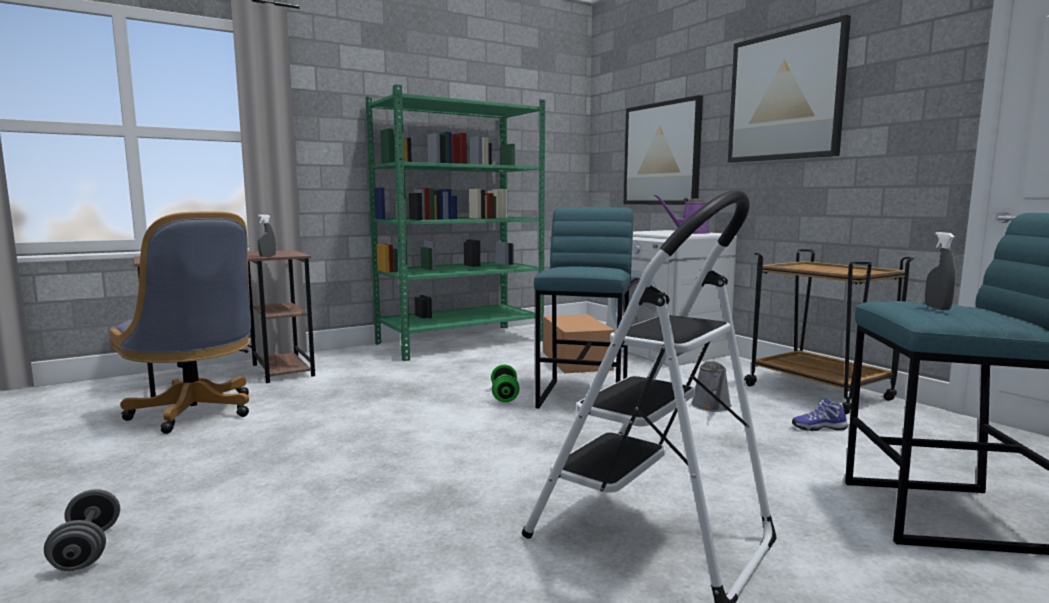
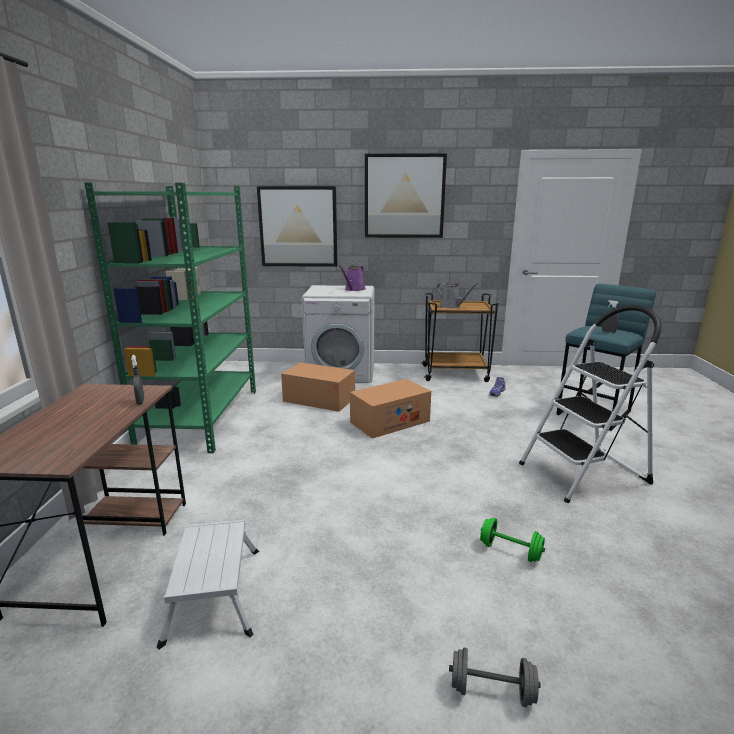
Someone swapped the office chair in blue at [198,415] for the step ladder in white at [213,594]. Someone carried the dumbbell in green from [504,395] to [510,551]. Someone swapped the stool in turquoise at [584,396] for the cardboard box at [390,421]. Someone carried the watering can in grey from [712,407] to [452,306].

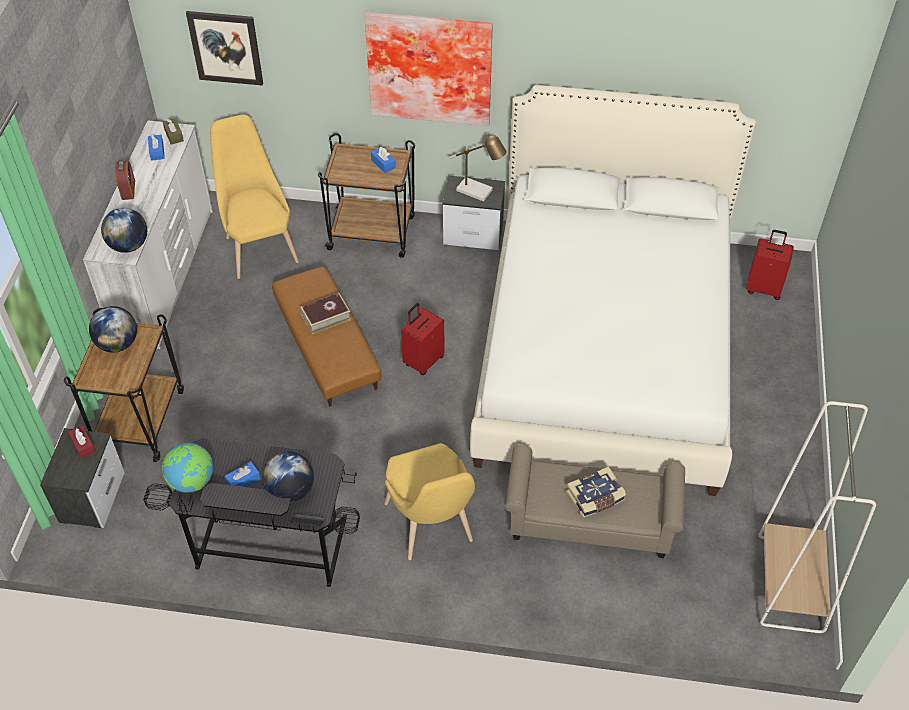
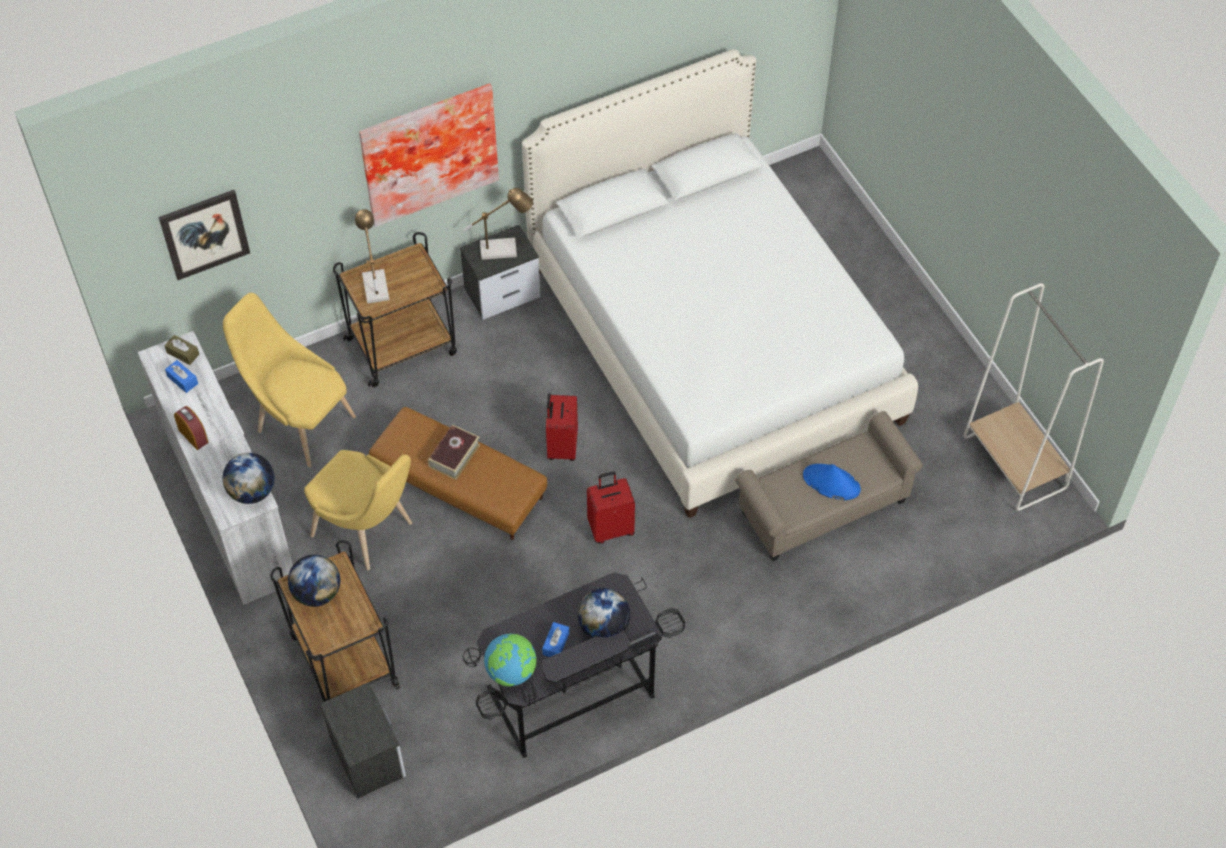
Someone took away the tissue box in red at [83,445]. Someone took away the tissue box in blue at [383,164]. Someone carried the chair in yellow from [432,527] to [368,532]. Someone swapped the book at [595,498] for the hat in blue at [831,482]. Someone carried the suitcase in red from [764,288] to [611,528]. Someone put down the table lamp at [374,283].

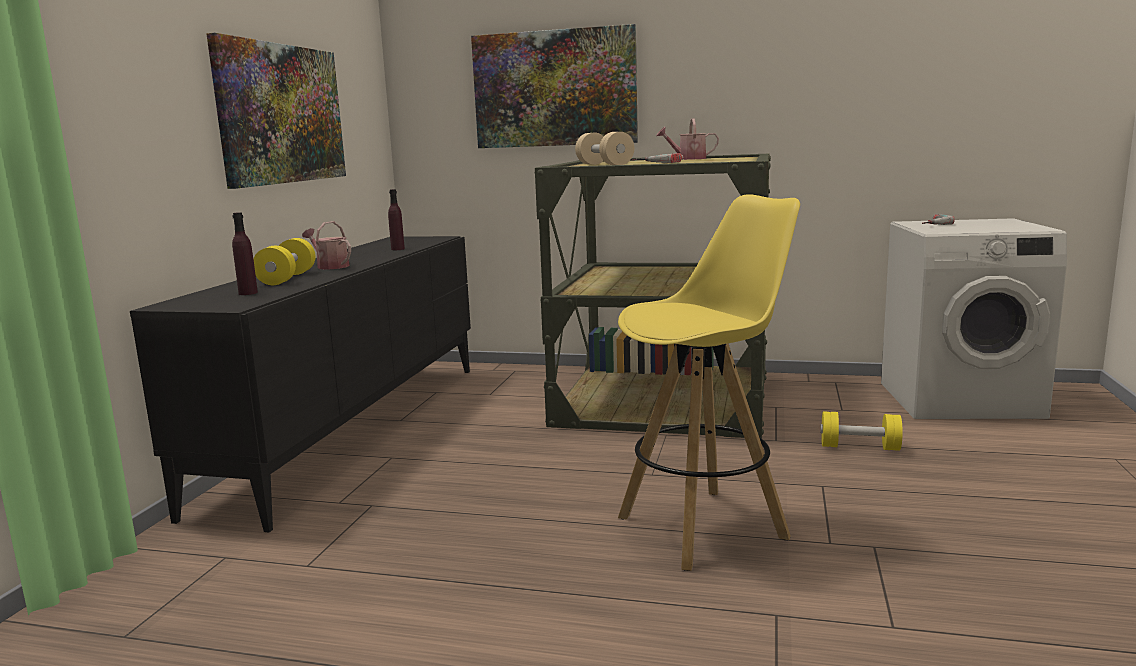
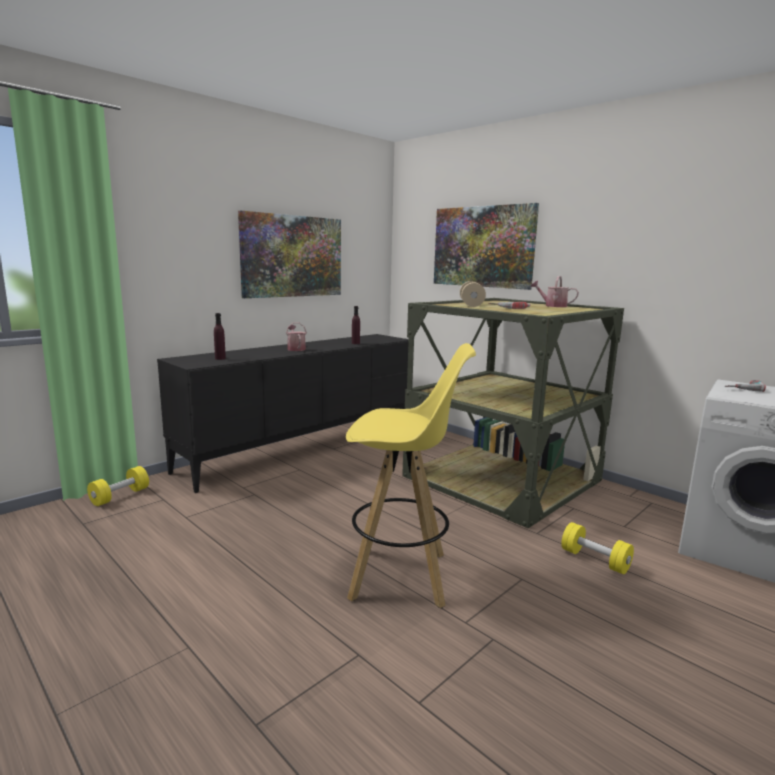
Someone carried the dumbbell in yellow from [287,278] to [120,496].

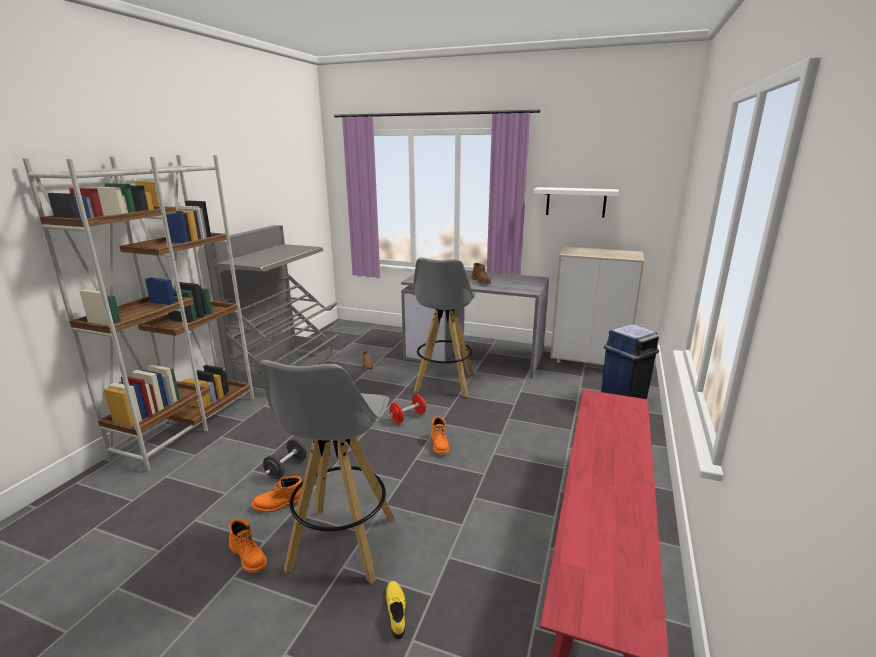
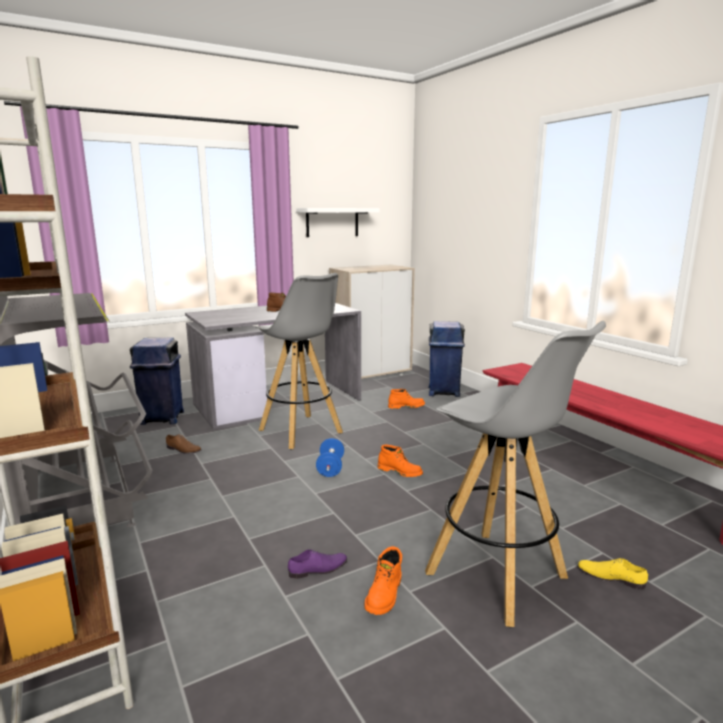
Someone carried the boot in orange from [249,556] to [406,406]. Someone swapped the dumbbell in black at [286,468] for the shoe in purple at [318,569]. Someone repainted the dumbbell in red at [408,417], which became the dumbbell in blue at [330,468]. Someone put down the trash can in blue at [162,418].

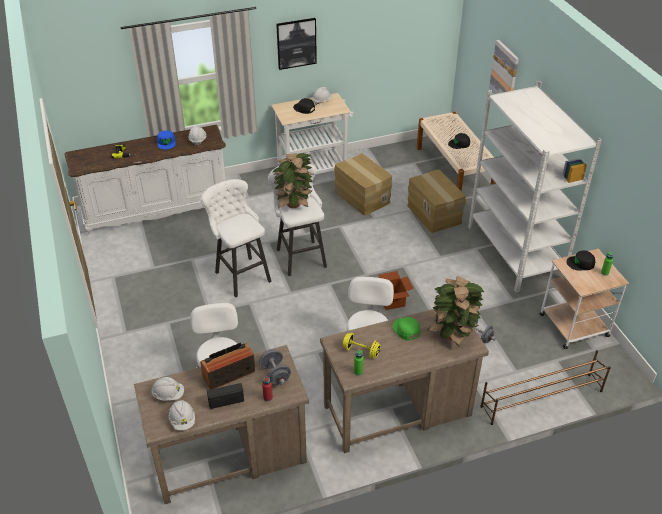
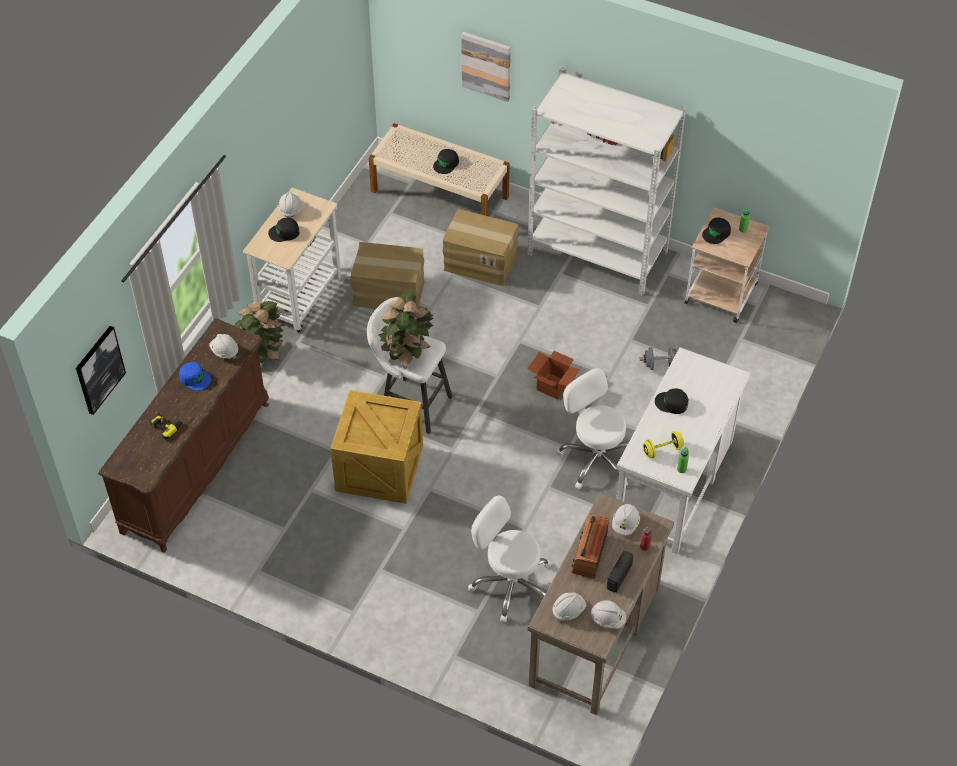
Someone repainted the cabinet in white at [157,212], which became the cabinet in brown at [198,467]. Someone swapped the stool in white at [240,273] for the crate at [378,466]. Someone swapped the dumbbell in grey at [275,375] for the hard hat in white at [625,524]. Someone carried the picture from [296,43] to [99,369]. Someone repainted the desk in brown at [397,411], which became the desk in white at [674,484]. Someone repainted the cap in green at [406,329], which became the cap in black at [672,403]. Someone carried the potted plant from [452,335] to [263,355]. Someone took away the shoe rack in brown at [541,398].

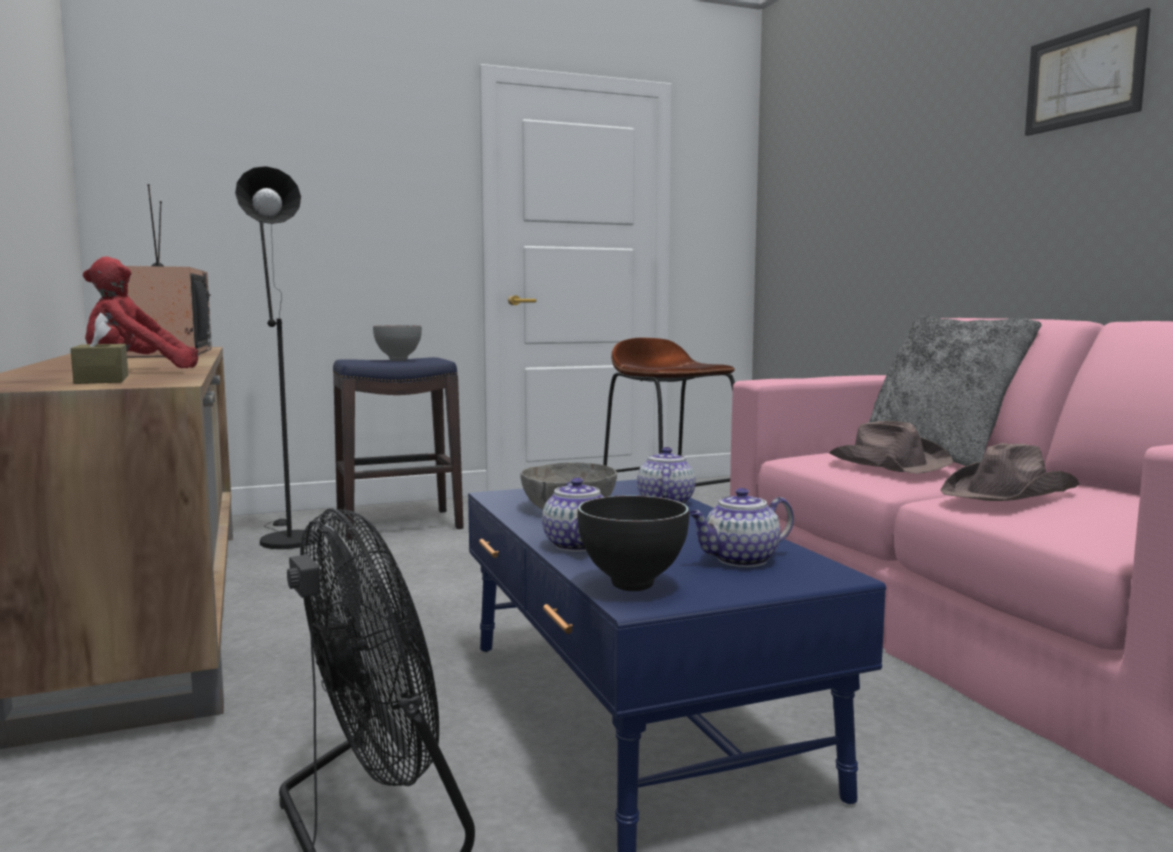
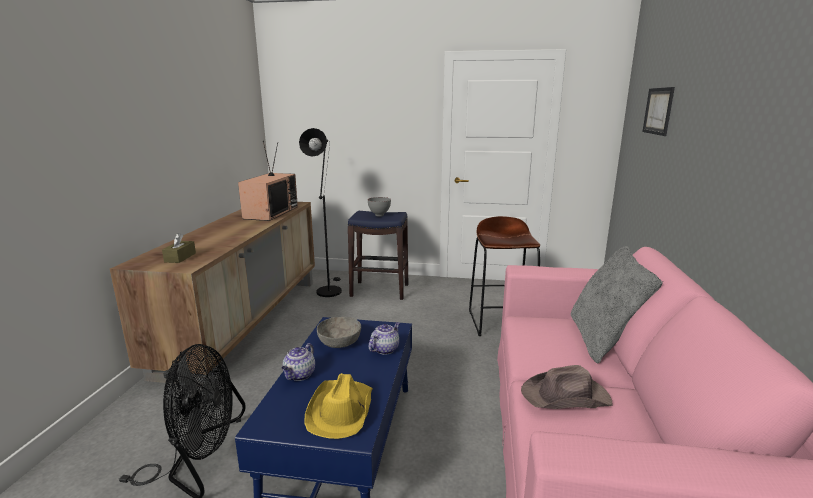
Someone took away the plush toy in red at [137,370]. Someone took away the bowl in black at [635,585]. Someone swapped the teapot at [740,560] for the hat in yellow at [341,410]. Someone took away the hat in brown at [888,463]. Someone carried the picture from [1084,76] to [658,111].

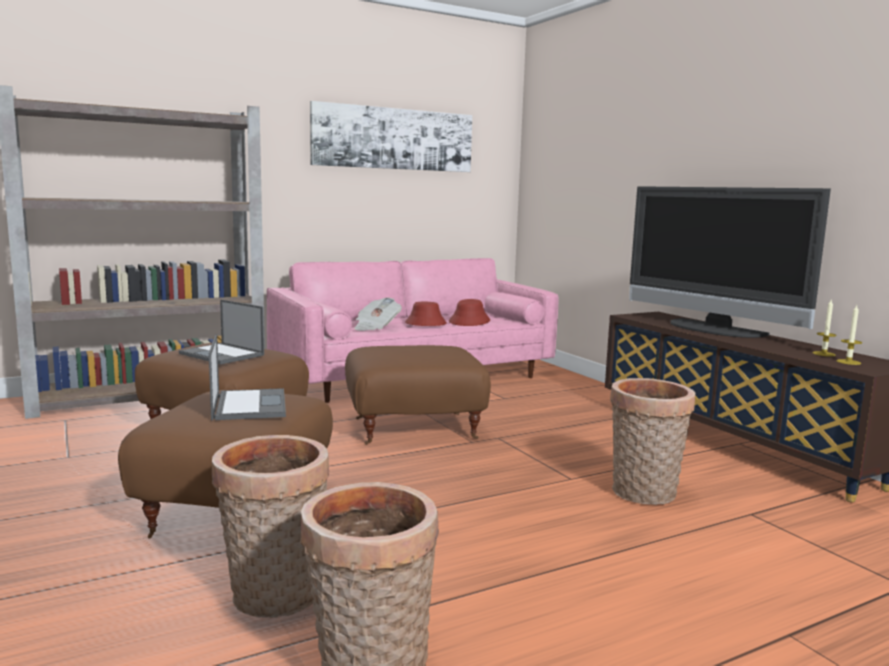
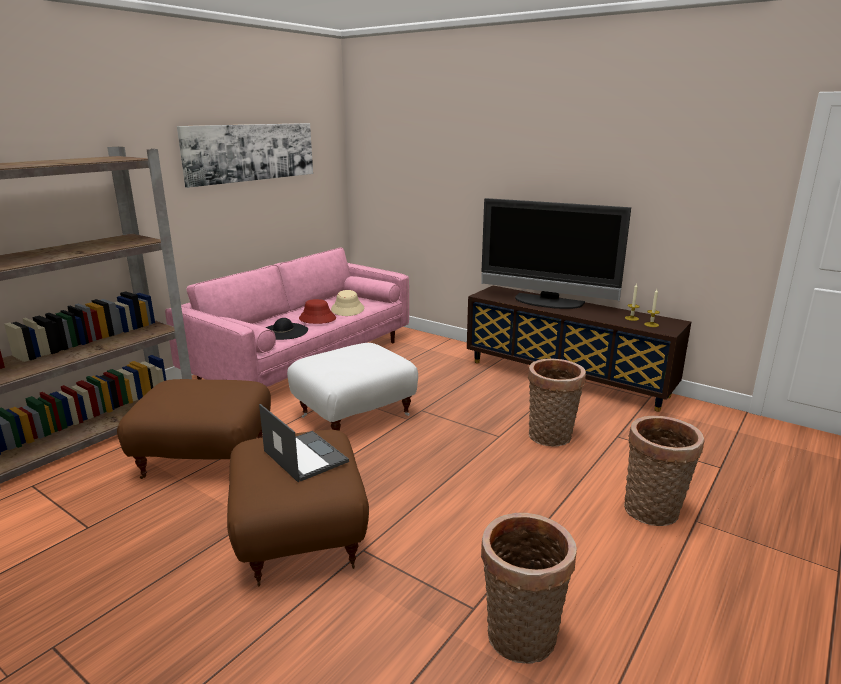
Someone took away the laptop at [222,354]. Someone carried the basket from [274,598] to [653,513]. Someone repainted the ottoman in brown at [414,428], which became the ottoman in white at [354,415]. Someone swapped the newspaper at [376,327] for the hat in black at [283,332]. Someone repainted the hat in red at [469,321], which became the hat in beige at [347,309].

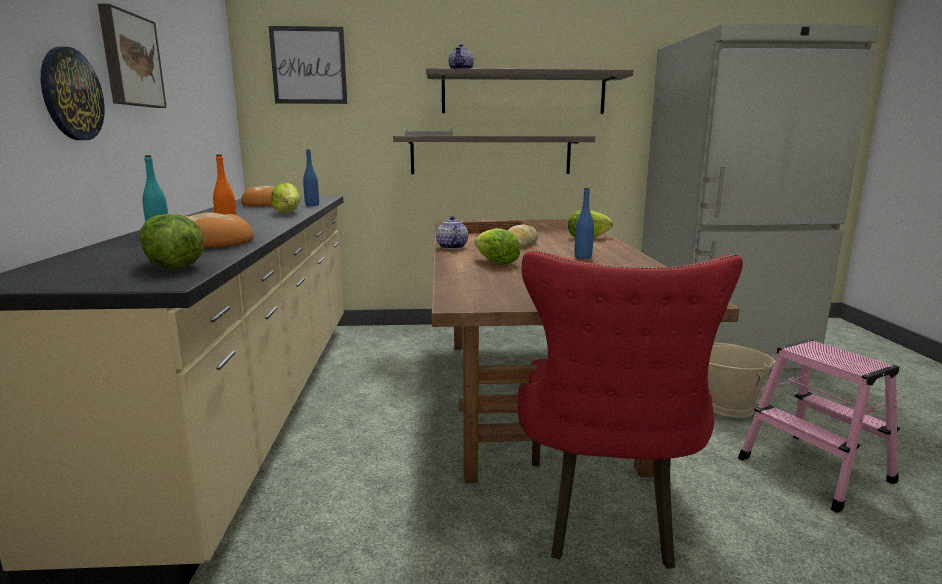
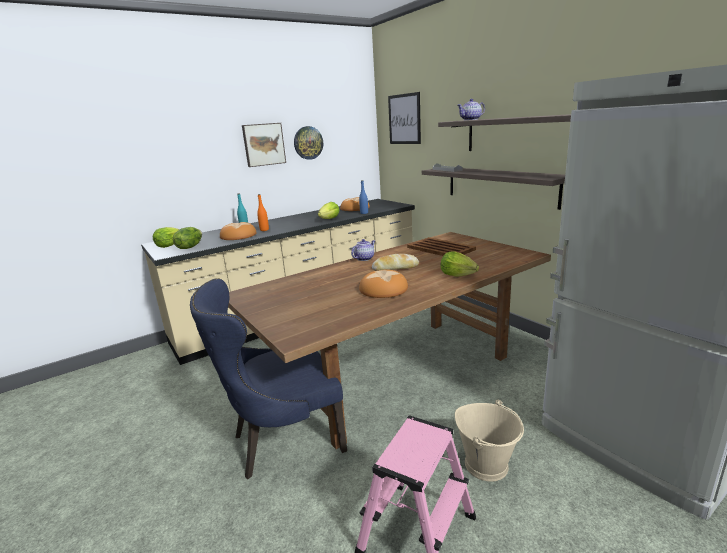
Someone carried the wall clock from [71,94] to [308,143]. Someone carried the lettuce from [495,263] to [169,245]. Someone repainted the chair in red at [604,513], which became the chair in blue at [283,441]. Someone swapped the bottle in blue at [583,257] for the bread at [383,289].

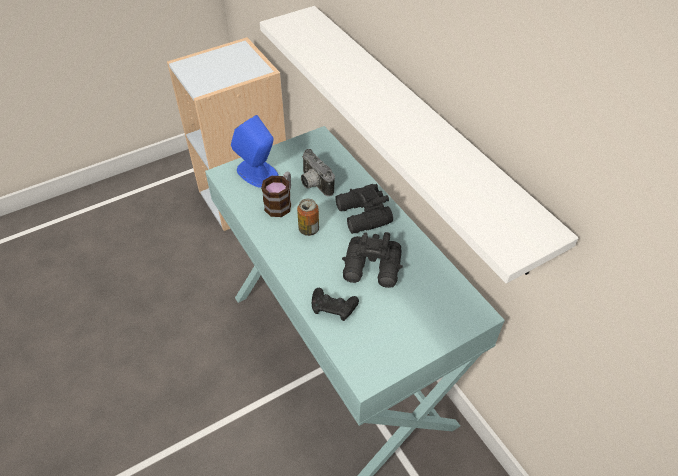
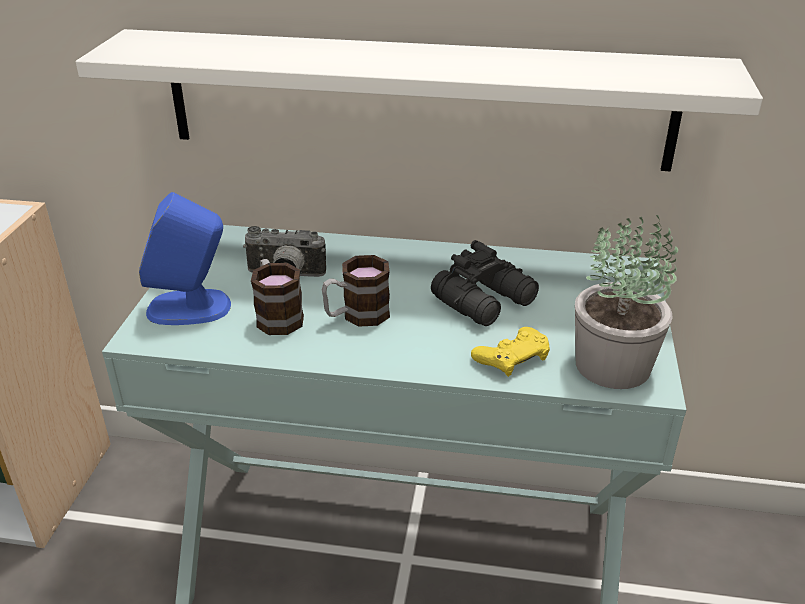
Someone swapped the can at [309,229] for the mug at [357,315]. Someone repainted the game controller in black at [333,307], which became the game controller in yellow at [512,358]. Someone took away the binoculars in black at [362,216]. Someone put down the potted plant at [614,365].

